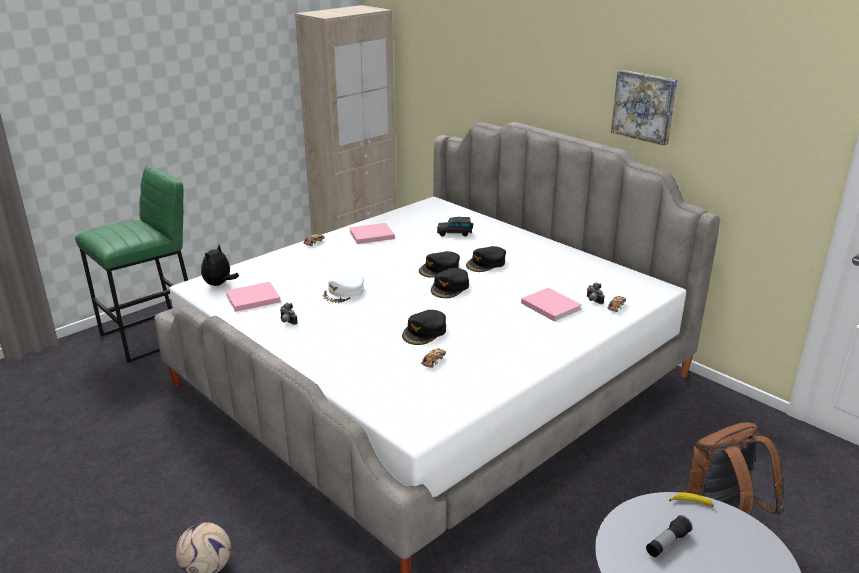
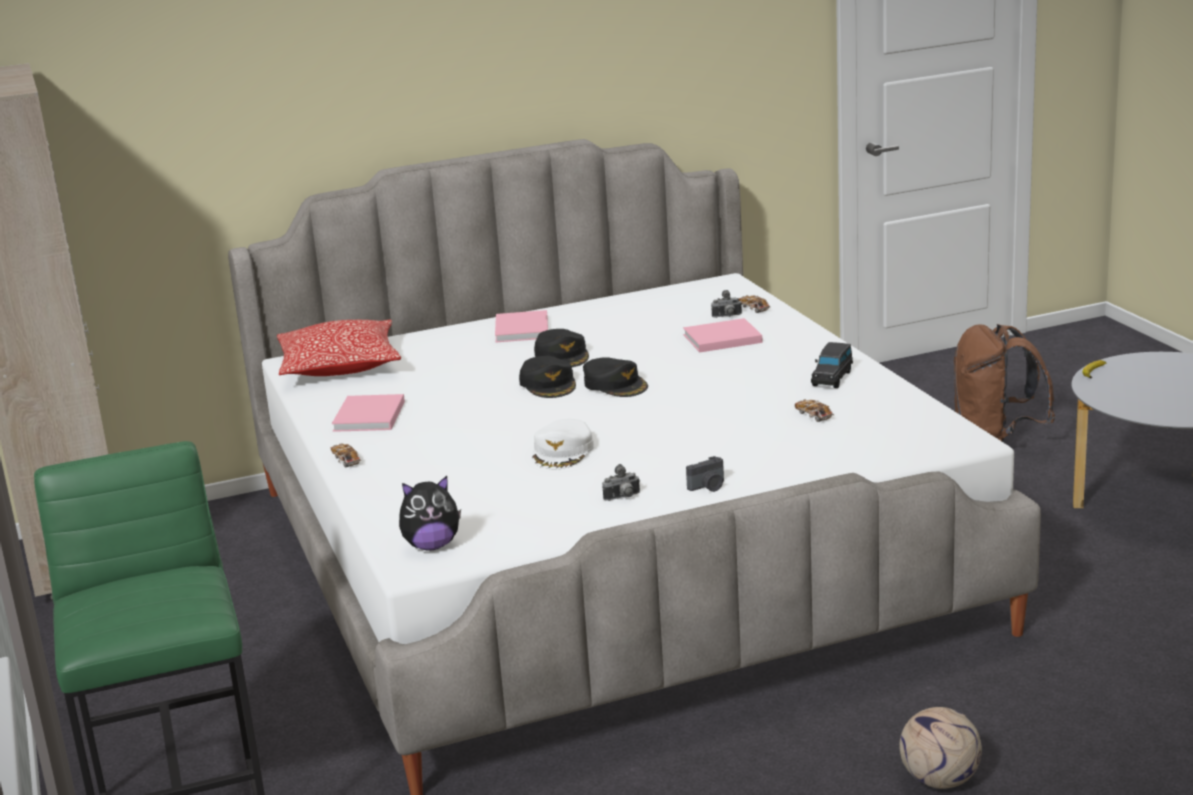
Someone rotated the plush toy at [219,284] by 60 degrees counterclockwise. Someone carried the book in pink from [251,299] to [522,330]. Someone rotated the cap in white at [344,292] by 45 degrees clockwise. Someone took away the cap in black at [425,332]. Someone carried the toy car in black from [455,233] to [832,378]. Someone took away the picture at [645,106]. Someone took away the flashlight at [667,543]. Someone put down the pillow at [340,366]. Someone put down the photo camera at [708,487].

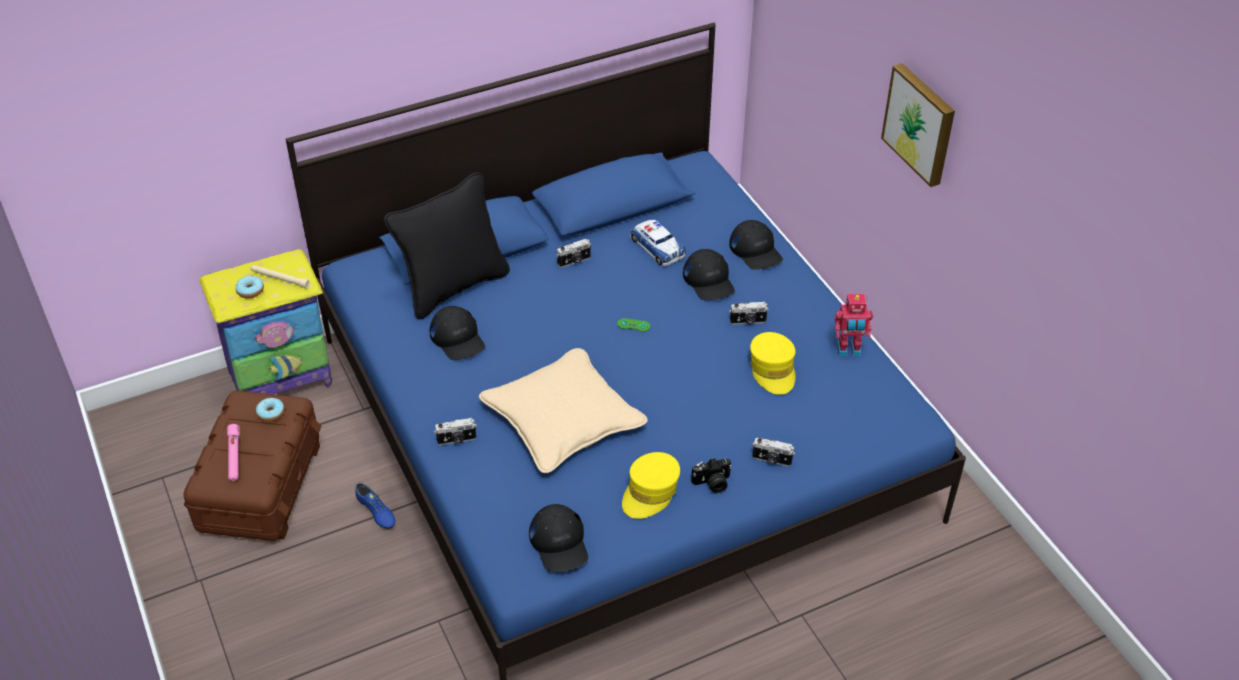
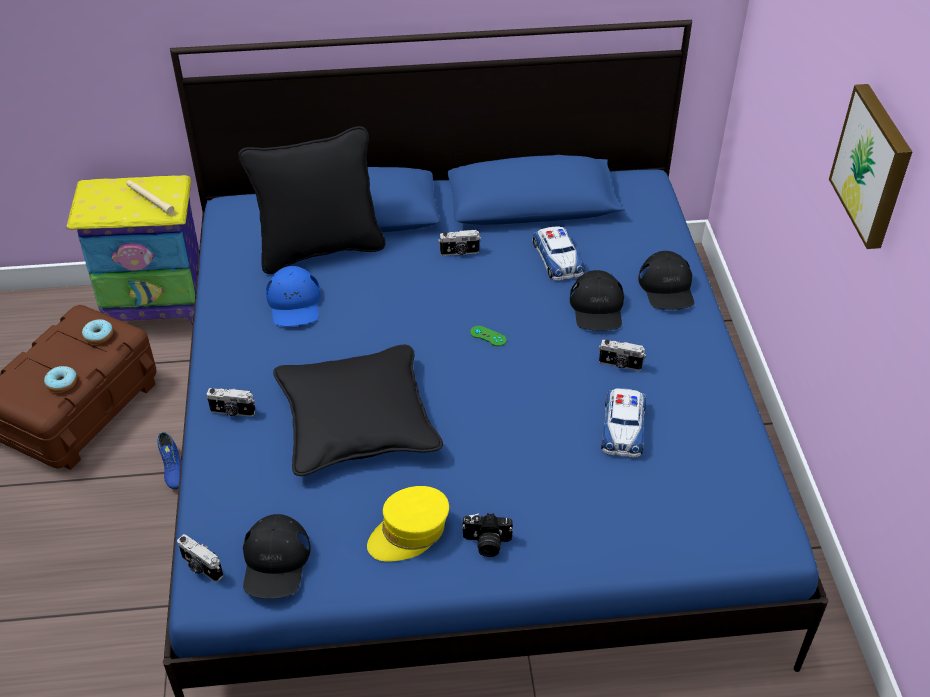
Someone took away the flashlight in pink at [234,457]. Someone carried the donut from [250,291] to [62,383]. Someone repainted the cap in black at [457,338], which became the cap in blue at [294,303]. Someone repainted the pillow in beige at [563,418], which became the pillow in black at [356,419]. Someone swapped the cap in yellow at [773,370] for the toy car at [623,427]. Someone carried the photo camera from [771,460] to [201,567]. Someone took away the toy robot at [849,350].

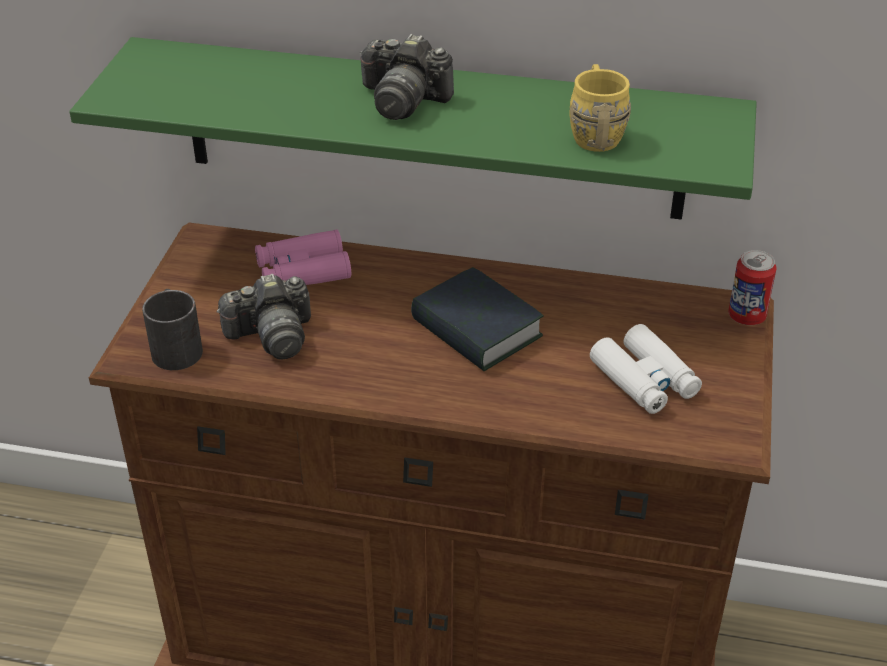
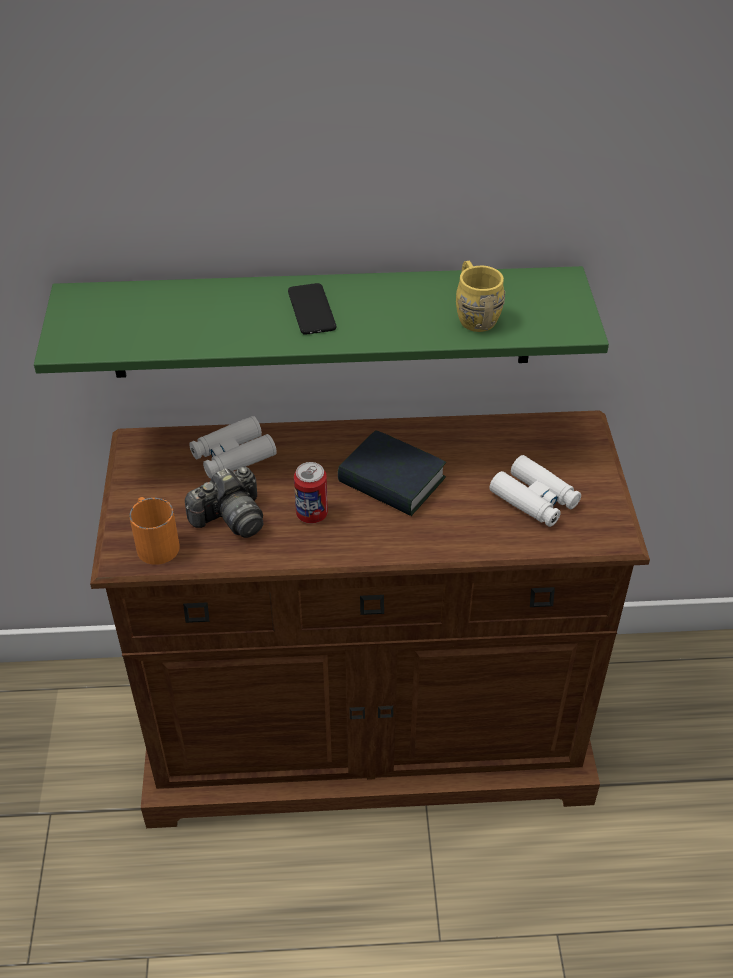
Someone repainted the mug in black at [176,346], which became the mug in orange at [154,542]. Someone repainted the binoculars in pink at [303,271], which became the binoculars in white at [233,456]. Someone swapped the photo camera at [403,101] for the phone at [311,310]. Someone carried the can from [746,316] to [312,514].

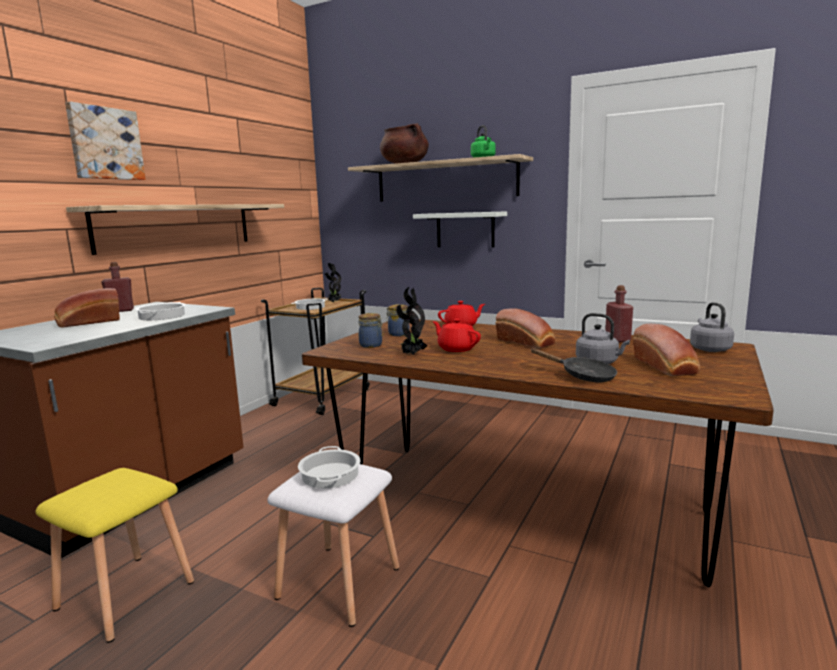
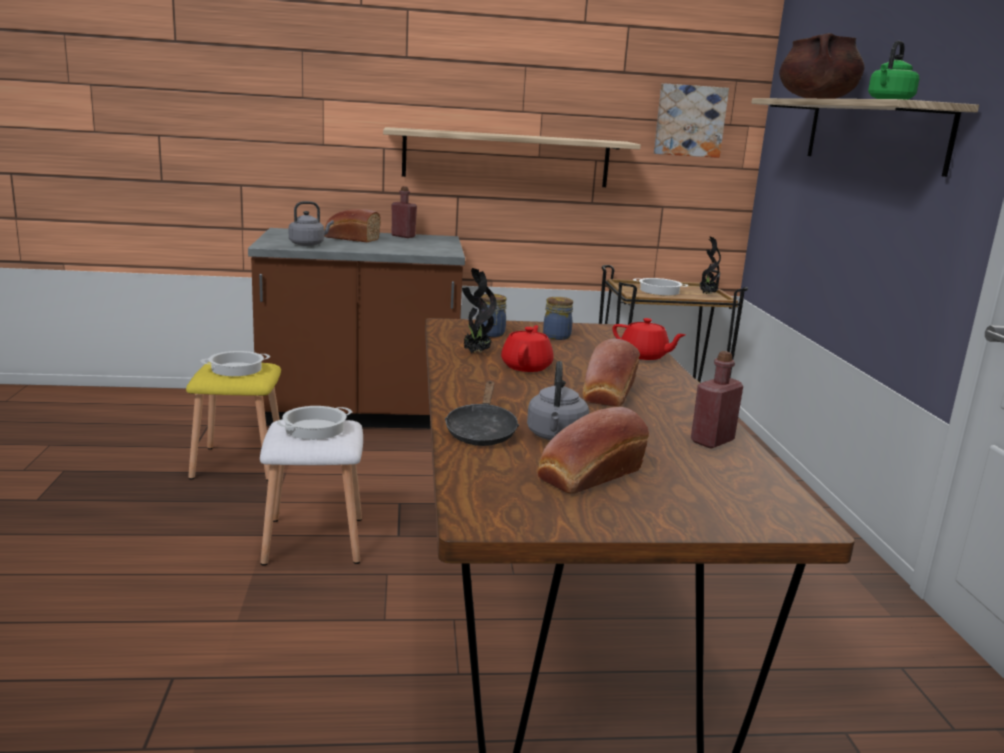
Someone carried the picture from [105,143] to [689,120]. Someone carried the cooking pot from [162,316] to [236,369]. Someone took away the shelf in white at [465,230]. Someone carried the kettle in grey from [709,349] to [308,244].

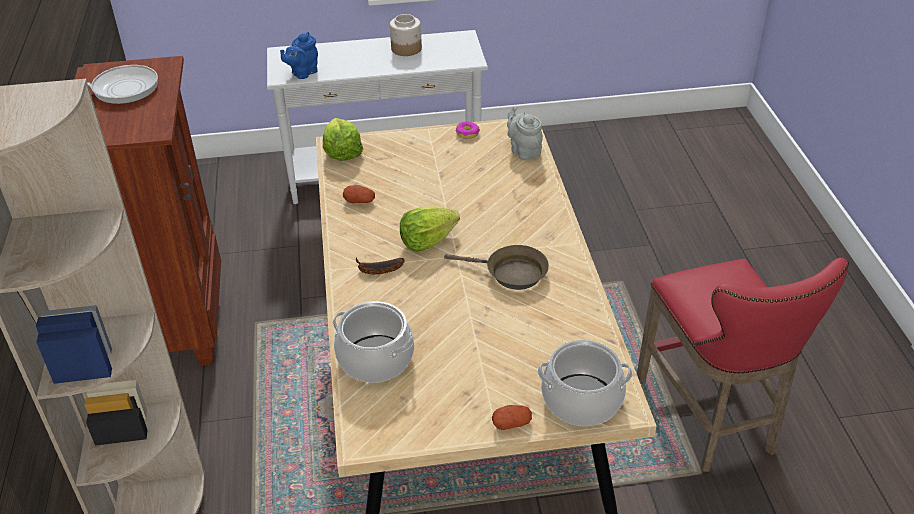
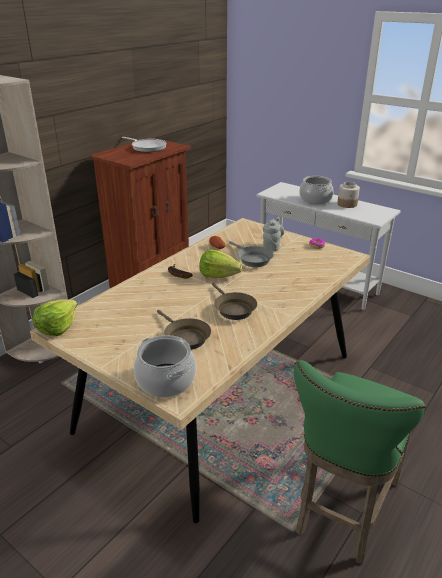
Someone took away the teapot in blue at [303,73]. Someone carried the lettuce from [342,152] to [57,327]. Someone carried the cooking pot from [376,358] to [315,199]. Someone took away the potato at [511,423]. Someone carried the teapot in grey from [524,151] to [272,246]. Someone repainted the stool in red at [711,419], which became the stool in green at [342,509]. Someone put down the frying pan in brown at [185,337]. Someone put down the frying pan in grey at [252,259].

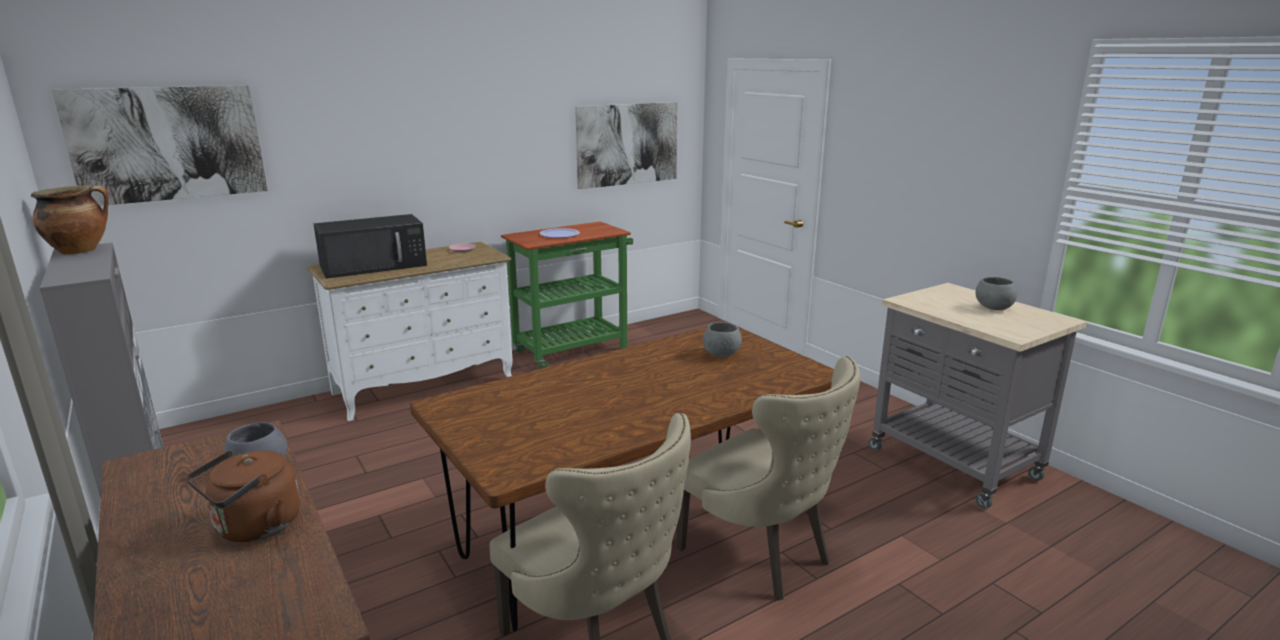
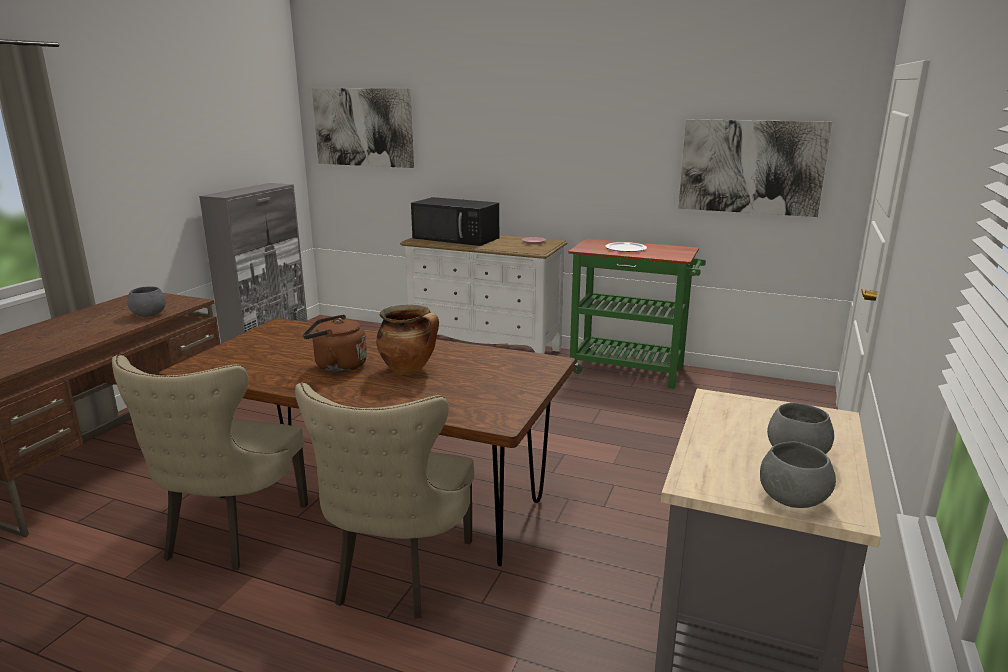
Someone carried the cooking pot from [81,250] to [409,370]. Someone carried the kettle in brown from [254,528] to [337,366]. Someone carried the bowl in grey from [721,354] to [791,500].

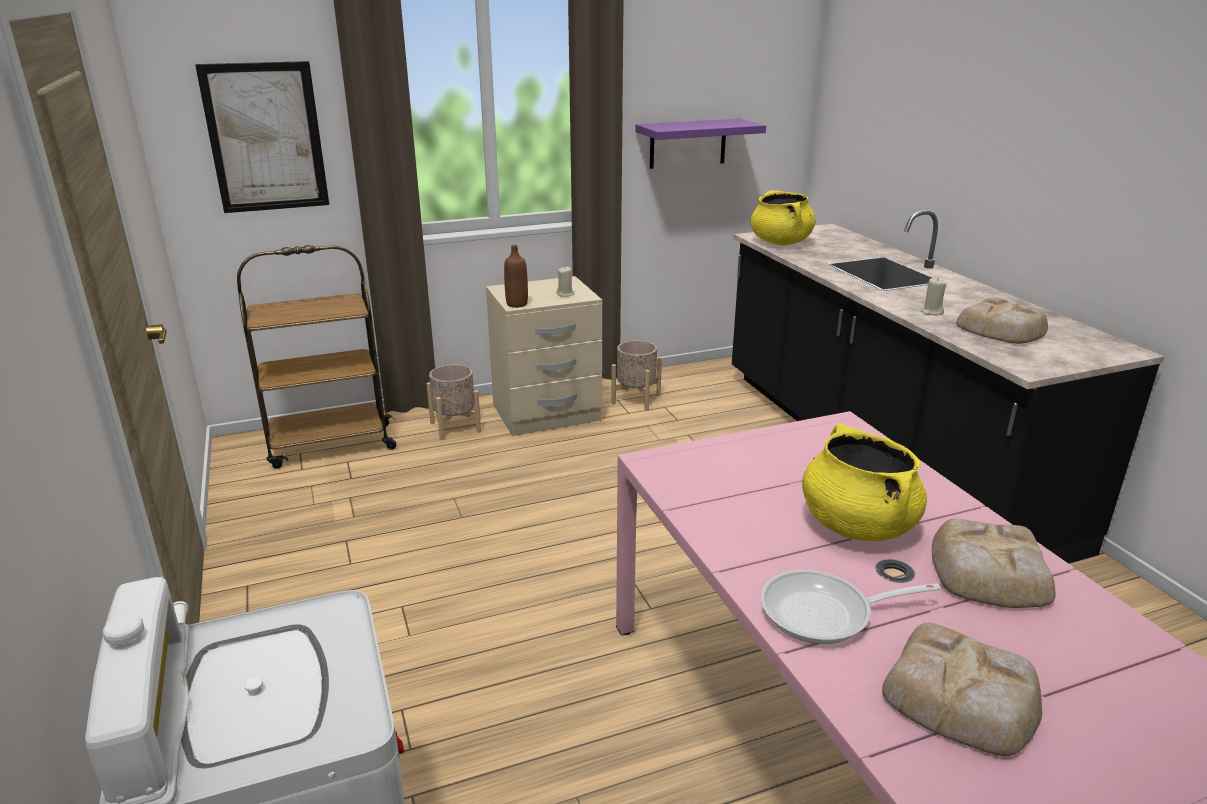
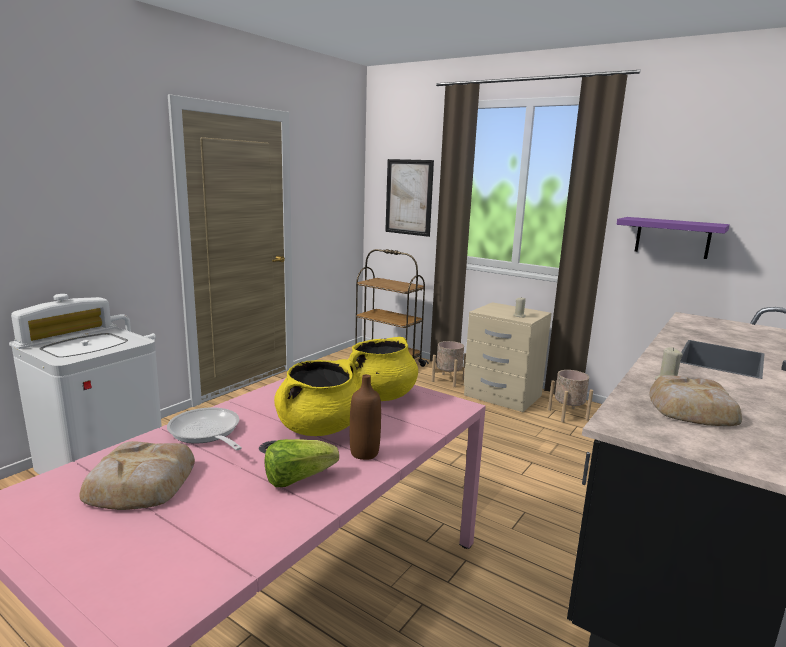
Someone carried the bottle in brown from [517,304] to [364,453]. Someone carried the cooking pot in yellow from [781,243] to [379,396]. Someone swapped the bread at [988,572] for the lettuce at [297,478].

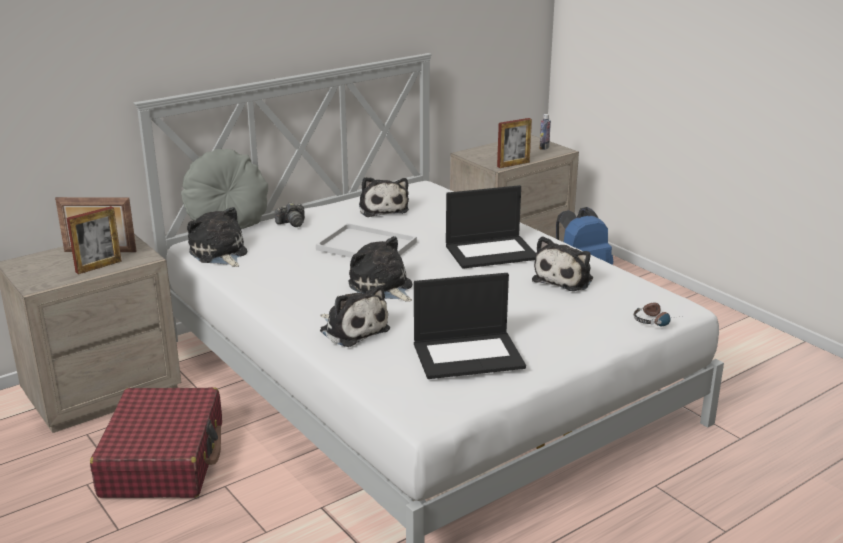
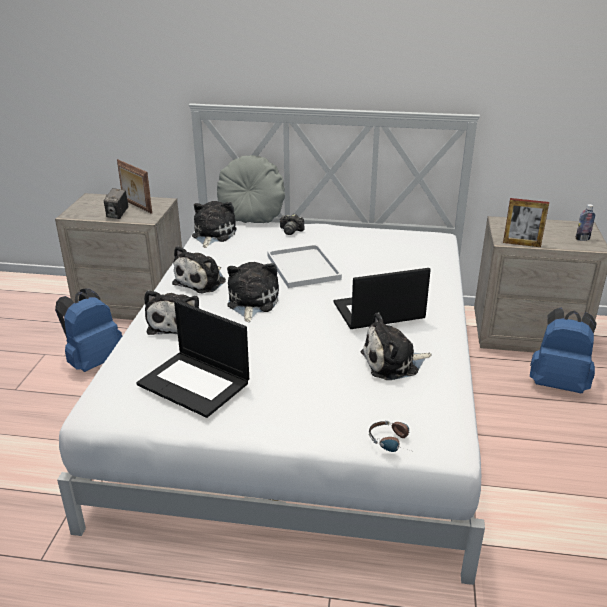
Someone swapped the picture frame at [98,266] for the photo camera at [118,215]. Someone swapped the suitcase in red at [164,459] for the backpack in blue at [94,361]. Someone carried the plush toy from [382,208] to [202,281]. Someone rotated the laptop at [491,252] by 135 degrees clockwise.

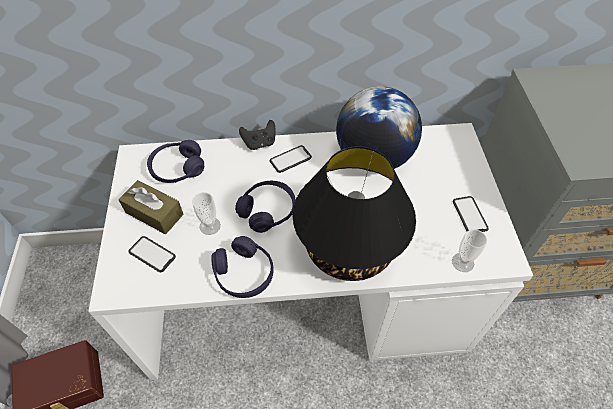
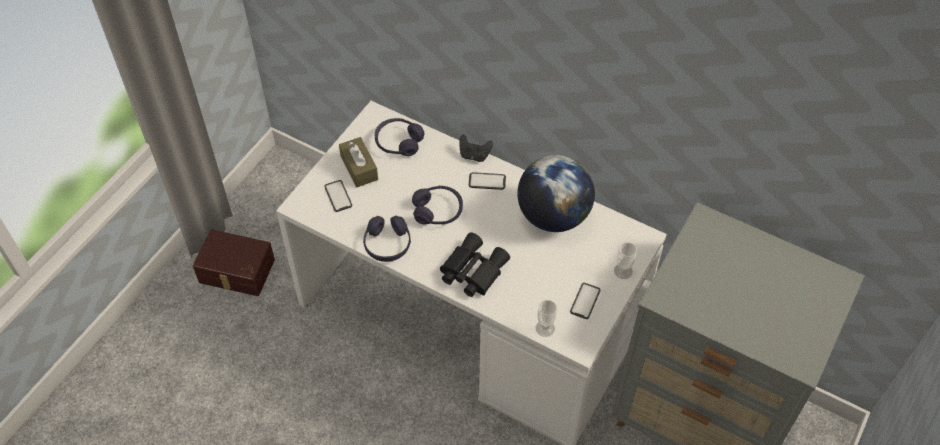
Someone carried the cup from [210,226] to [623,271]. Someone swapped the table lamp in black at [348,249] for the binoculars in black at [471,270].

